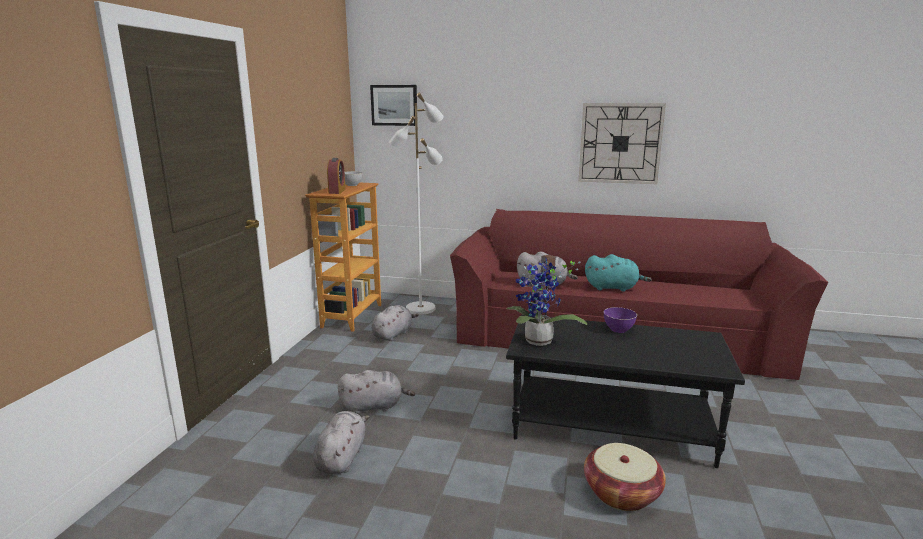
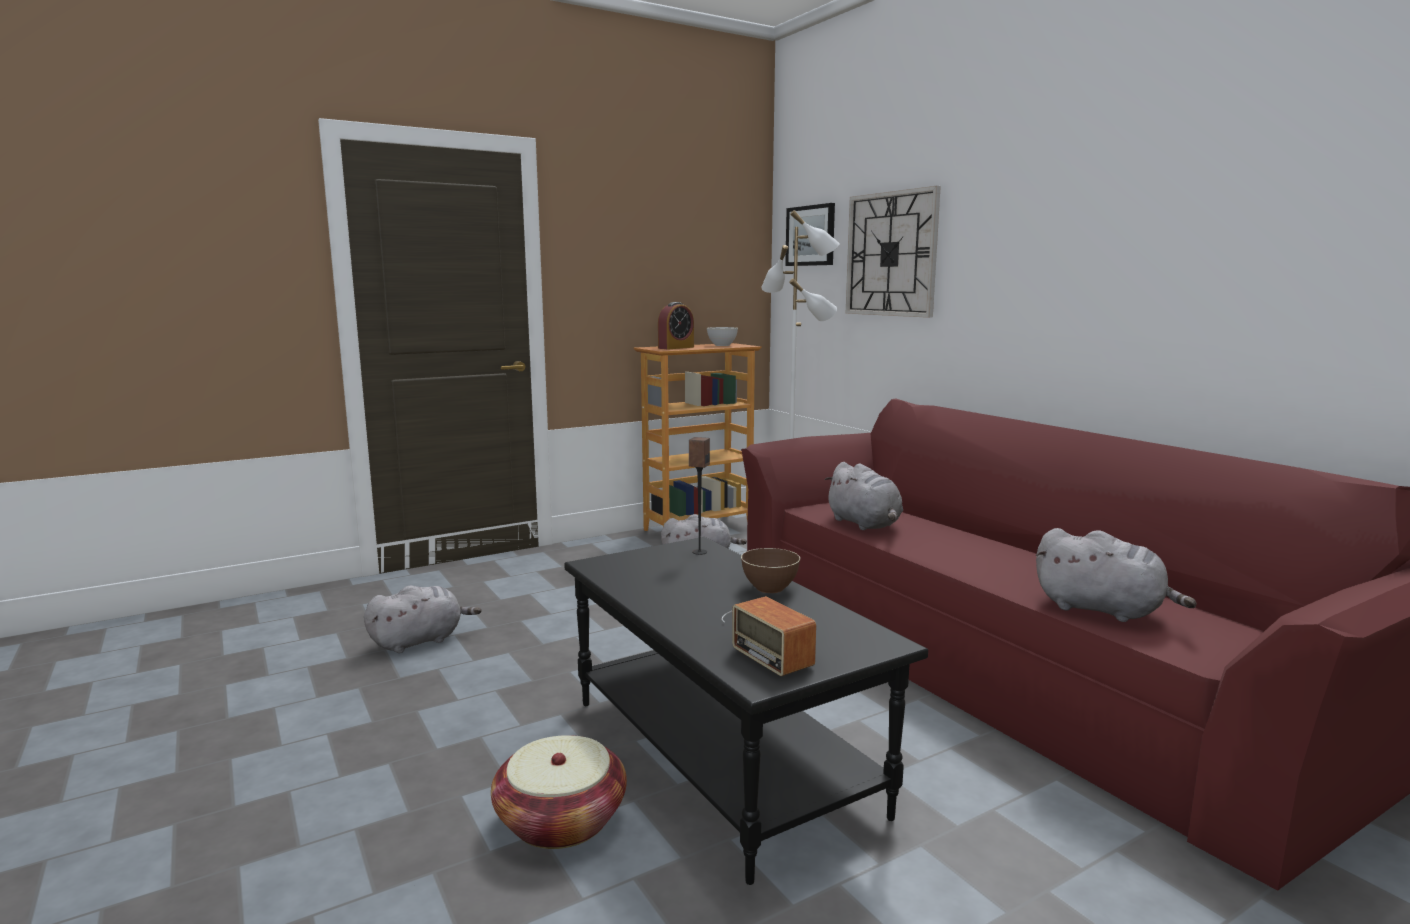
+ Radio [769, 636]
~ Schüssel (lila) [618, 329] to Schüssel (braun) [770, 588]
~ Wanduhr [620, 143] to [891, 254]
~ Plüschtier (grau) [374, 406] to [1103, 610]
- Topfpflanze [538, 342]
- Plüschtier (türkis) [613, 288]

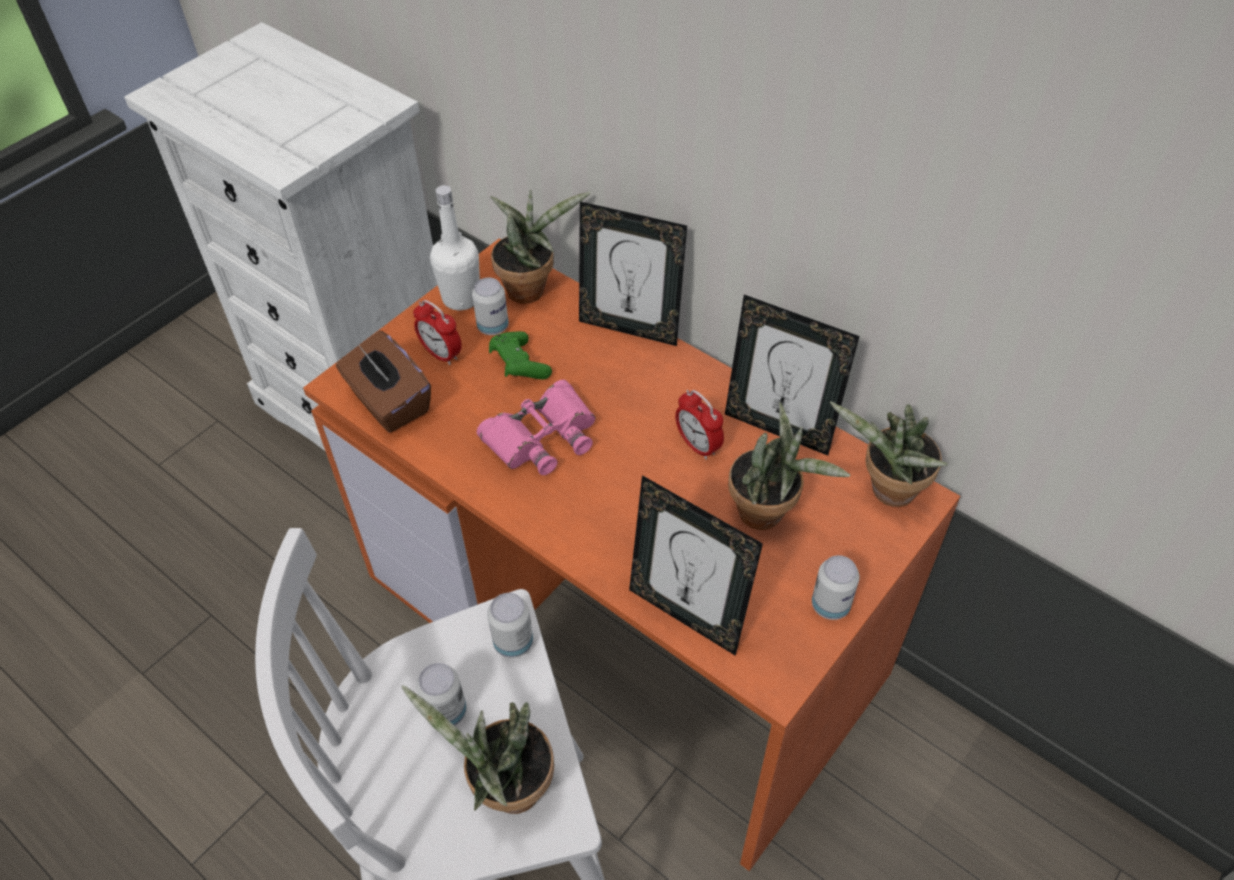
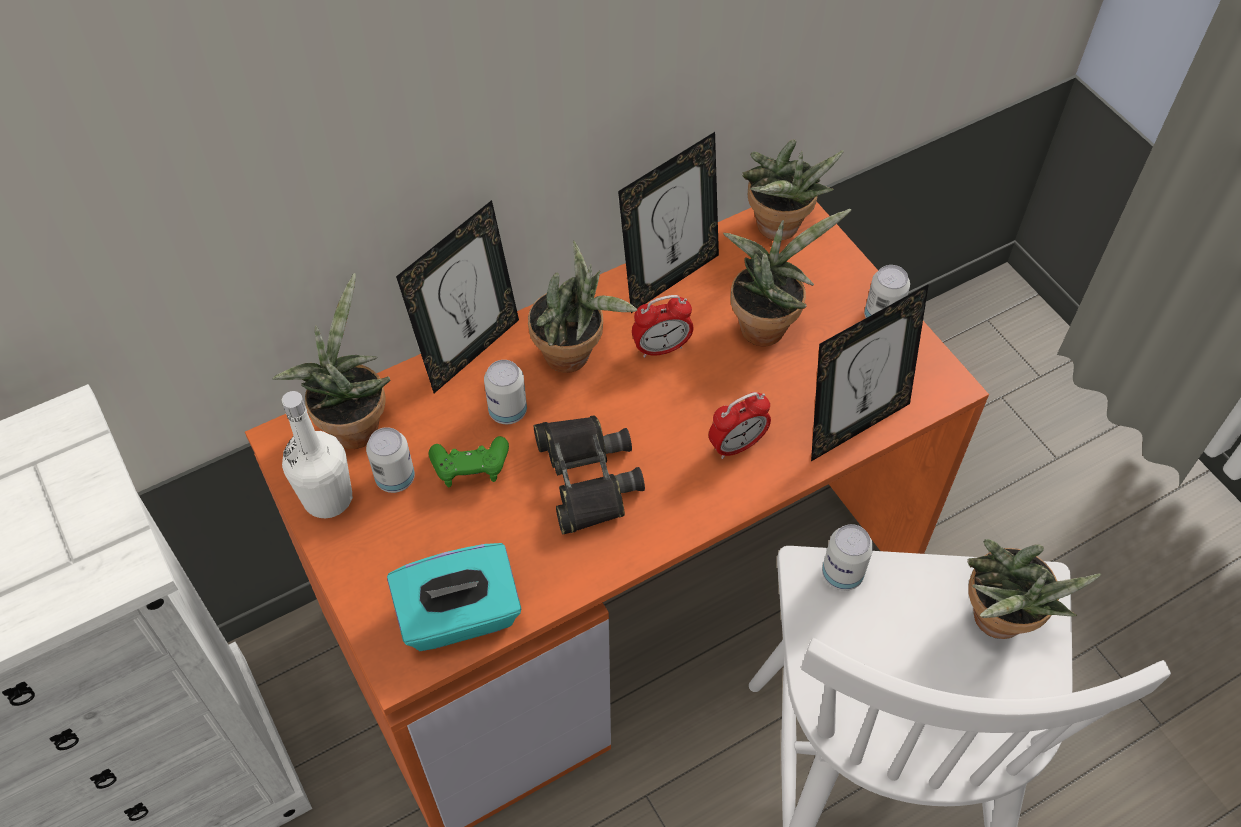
~ Taschentuchbox (braun) [389, 402] to Taschentuchbox (türkis) [460, 616]
~ Dose [446, 712] to [508, 411]
+ Topfpflanze [574, 356]
~ Fernglas (rosa) [542, 436] to Fernglas (schwarz) [586, 477]
~ Wecker [441, 354] to [737, 445]

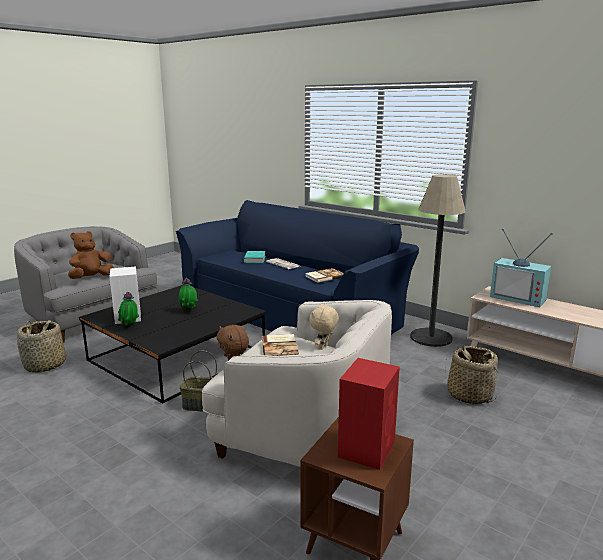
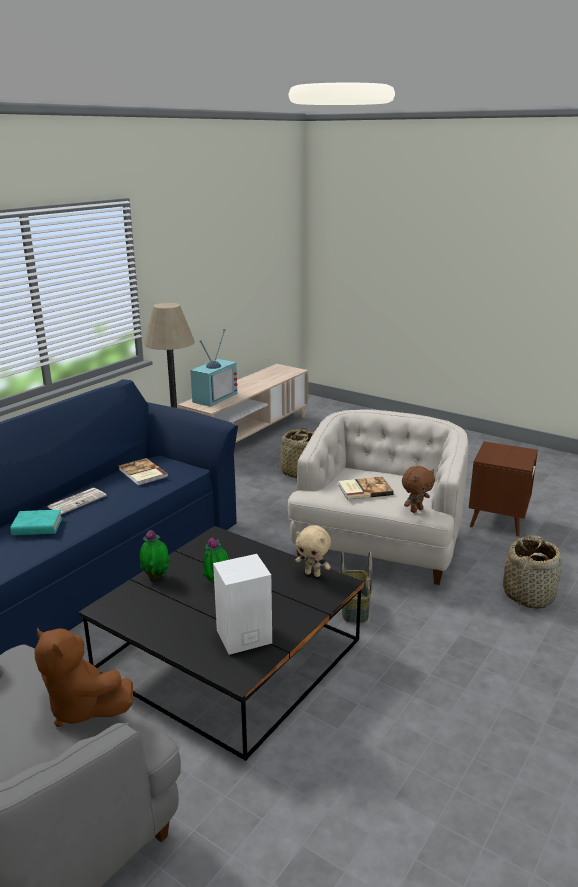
~ Topfpflanze [129, 327] to [156, 576]
~ Plüschtier (beige) [323, 347] to [313, 574]
~ Korb [45, 365] to [529, 594]
- Lautsprecher (rot) [367, 448]

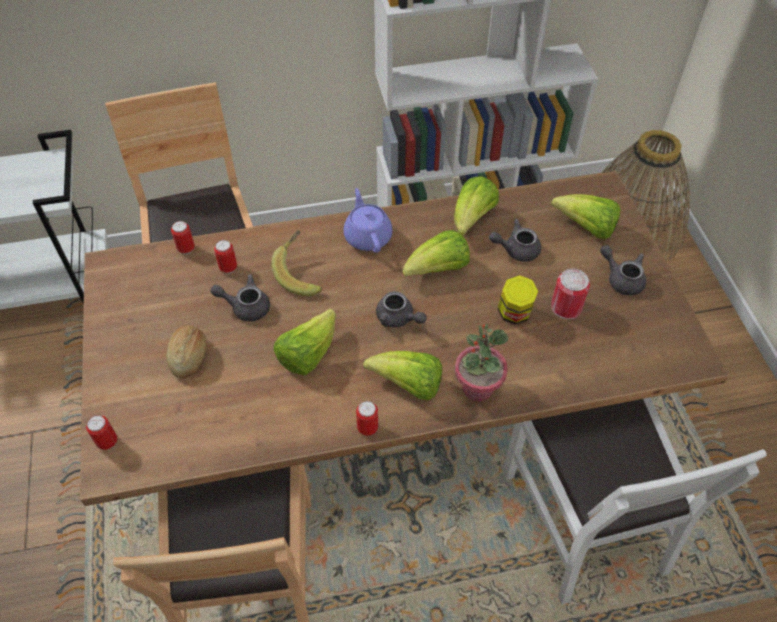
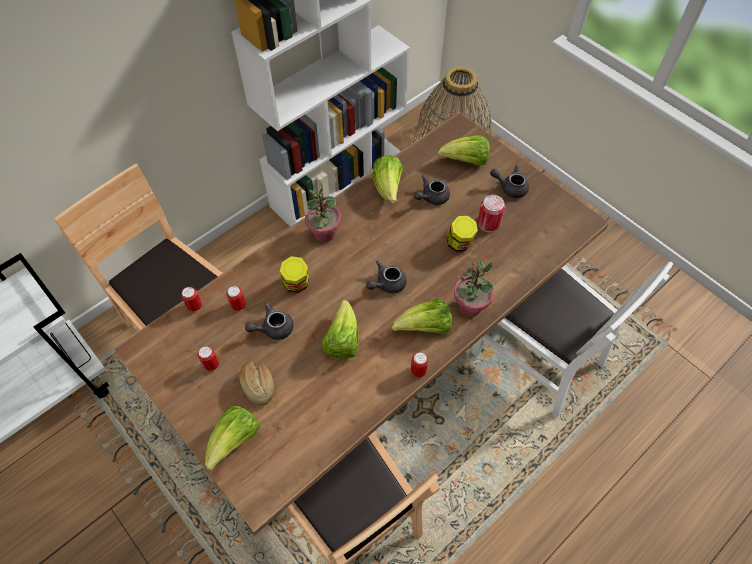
~ Dose [107, 442] to [211, 365]
~ Salatkopf [438, 270] to [235, 440]
~ Banane [301, 274] to Vorratsglas [296, 284]
~ Teekanne (lila) [367, 236] to Topfpflanze [324, 234]
~ Teekanne (grau) [398, 319] = [387, 284] 135 degrees clockwise

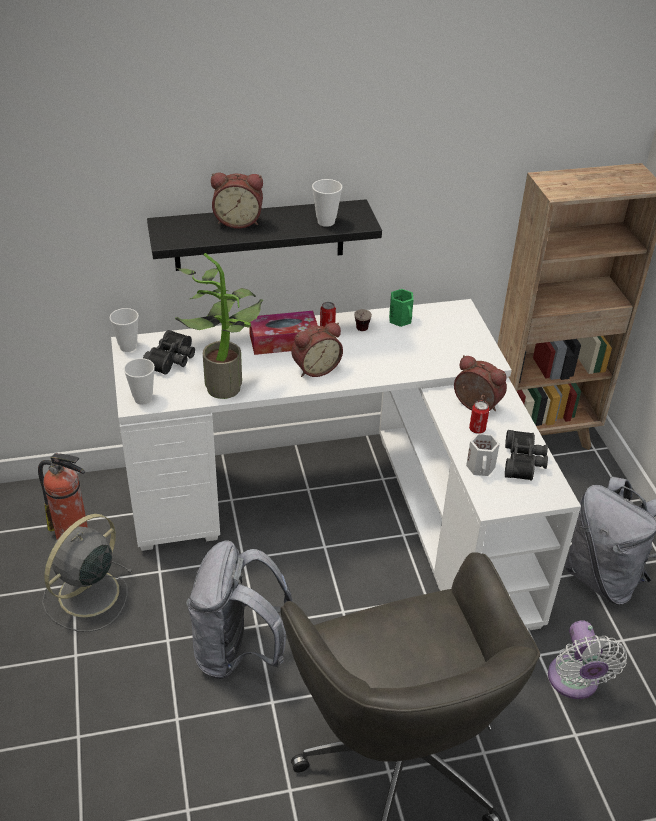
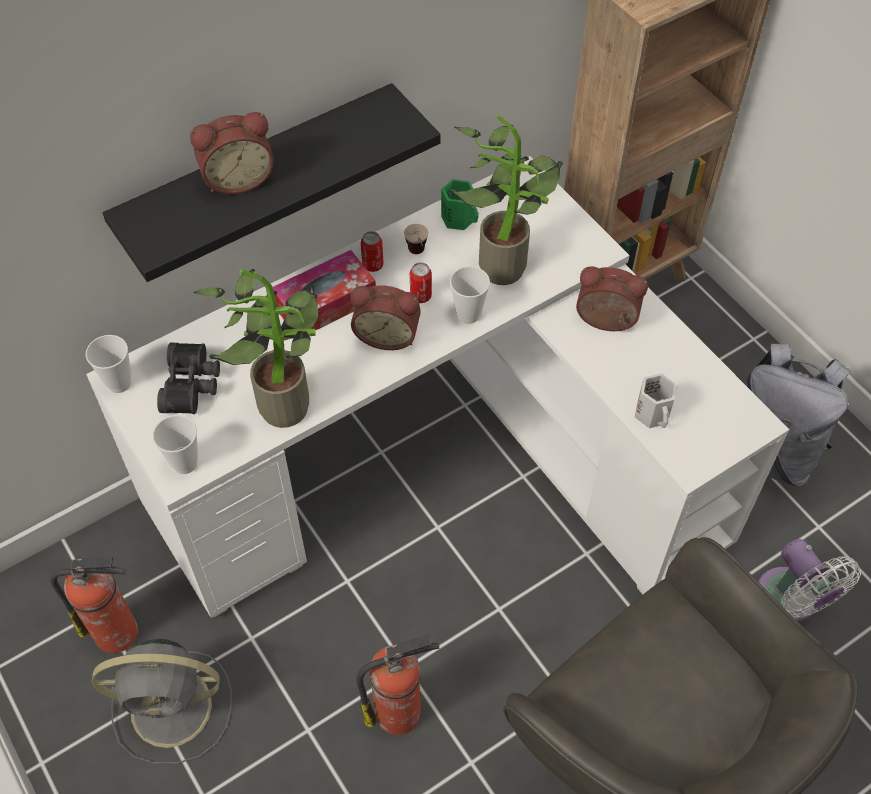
~ Ventilator (grau) [86, 595] = [175, 707] 105 degrees counterclockwise
~ Wecker [315, 368] = [387, 334] 60 degrees clockwise
~ Rucksack (grau) [238, 651] to Feuerlöscher [400, 712]
~ Dose [477, 429] to [421, 296]
+ Topfpflanze [505, 263]
~ Tasse [326, 222] to [468, 314]
- Fernglas (schwarz) [524, 462]

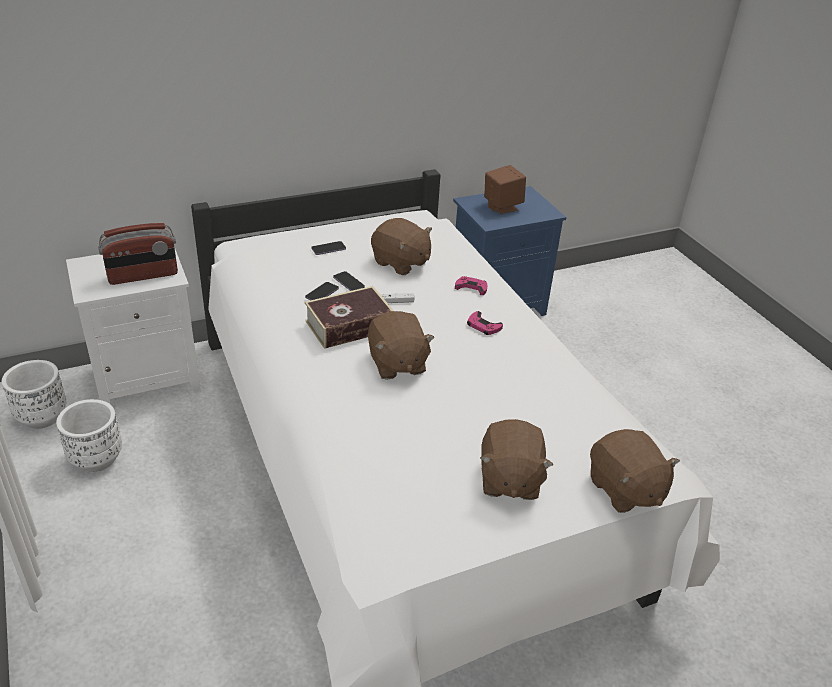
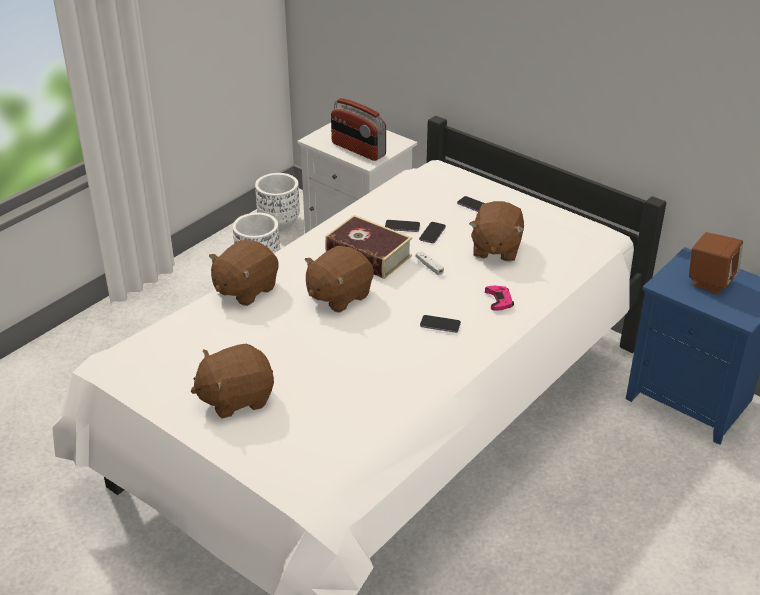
~ Plüschtier (braun) [624, 489] to [245, 289]
~ Gamepad (rosa) [483, 326] to Handy [440, 325]

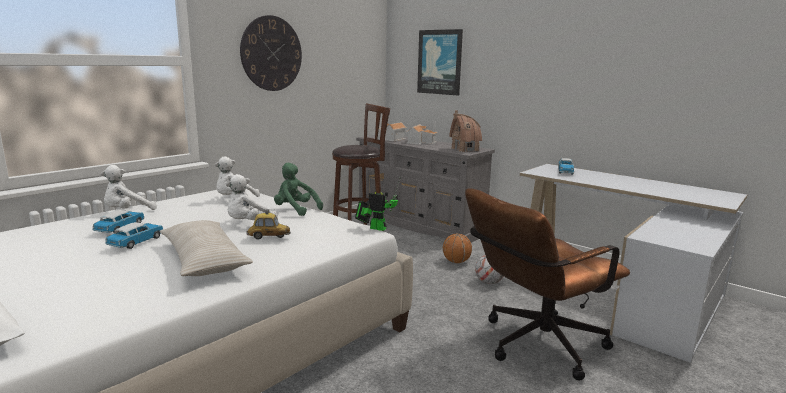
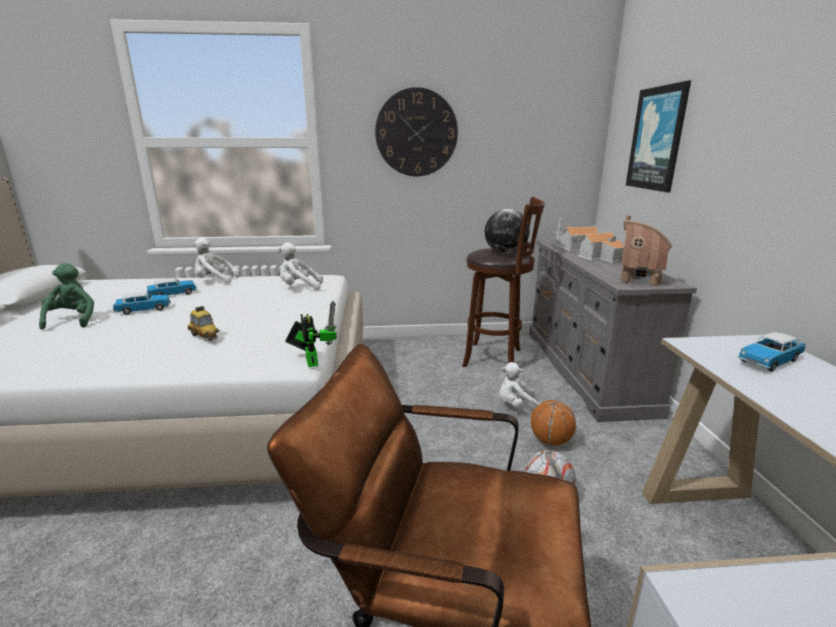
~ Plüschtier (grün) [295, 210] to [73, 320]
+ Globus [505, 253]
~ Plüschtier (weiß) [248, 223] to [517, 406]
- Kissen (beige) [204, 260]

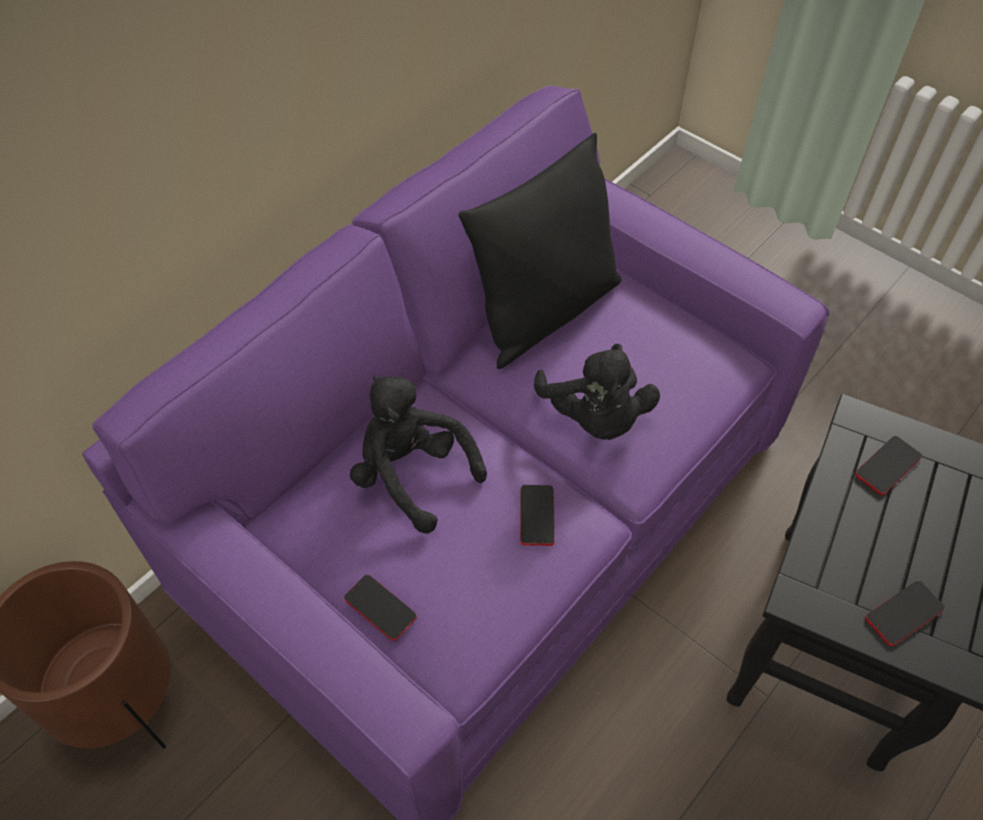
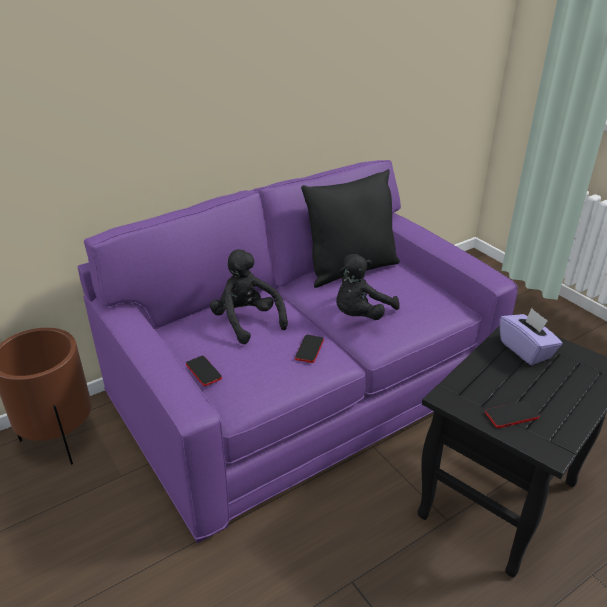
~ Plüschtier (schwarz) [595, 417] = [361, 315] 45 degrees clockwise
~ Handy [887, 466] to Taschentuchbox (lila) [526, 350]

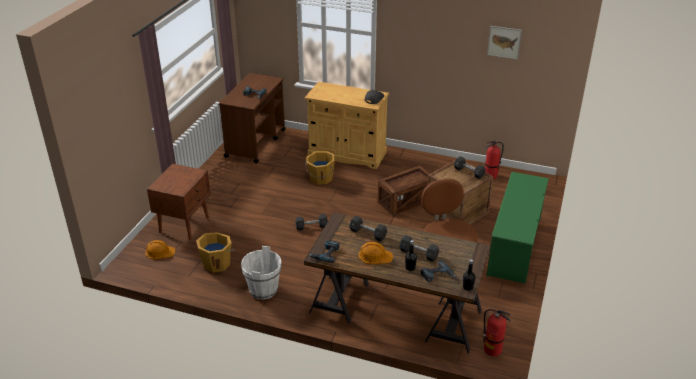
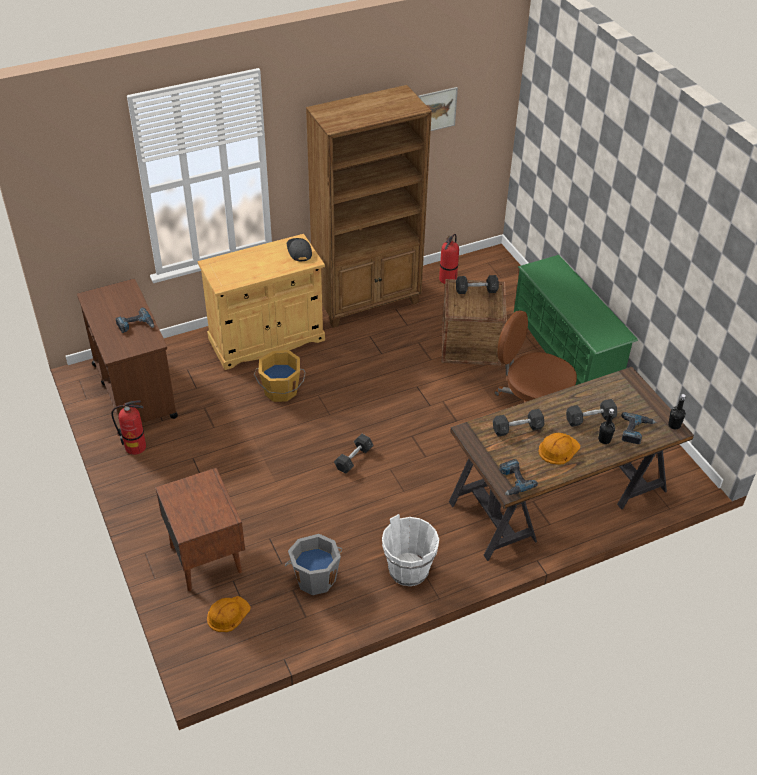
~ Feuerlöscher [492, 350] to [135, 447]
~ Eimer (orange) [217, 263] to Eimer (grau) [315, 577]
+ Bücherregal (braun) [367, 301]
- Kiste [406, 201]

